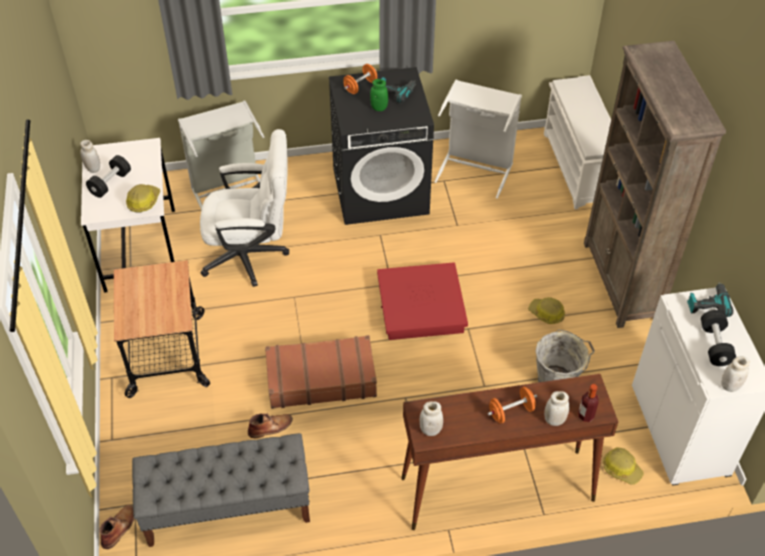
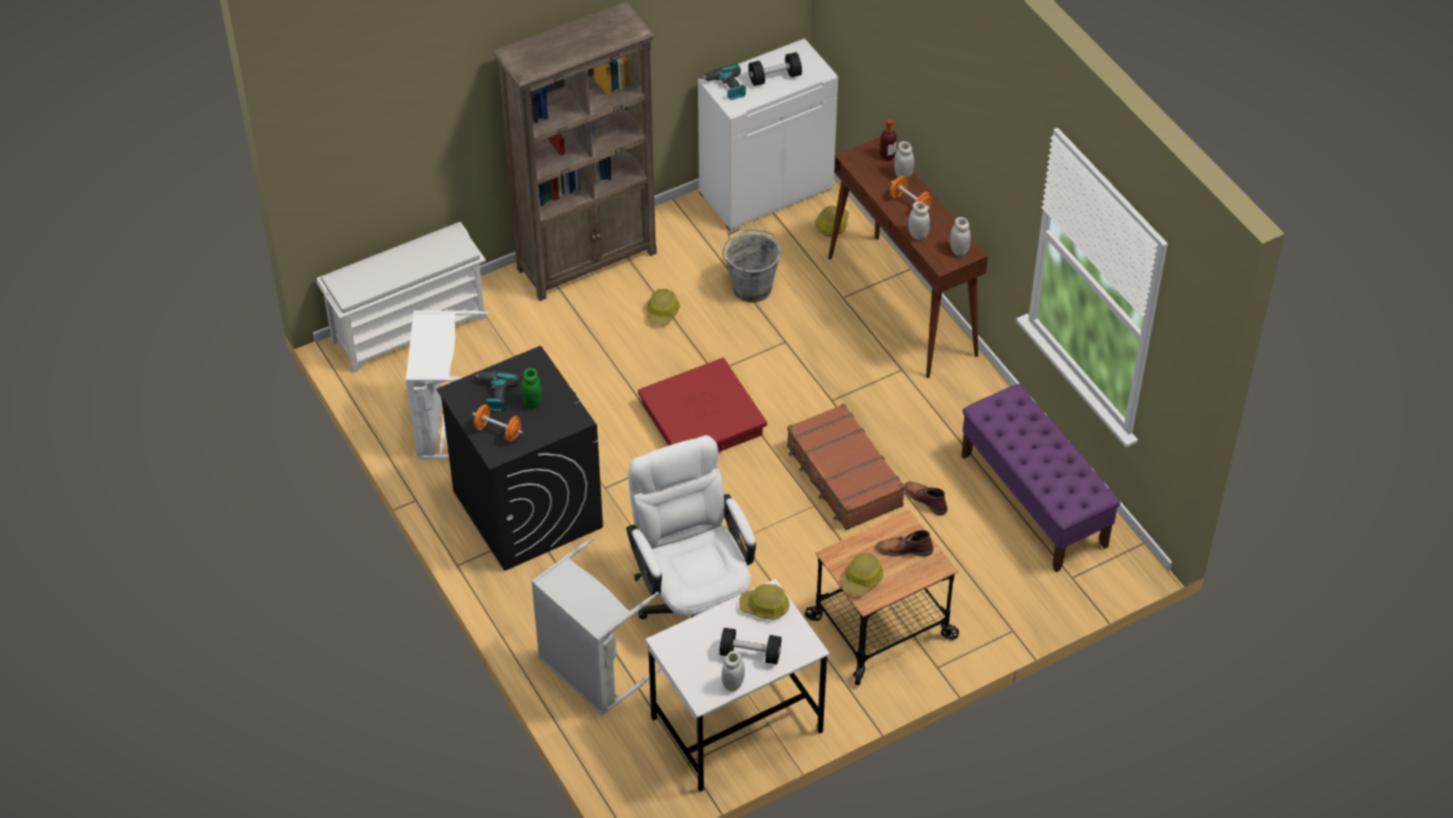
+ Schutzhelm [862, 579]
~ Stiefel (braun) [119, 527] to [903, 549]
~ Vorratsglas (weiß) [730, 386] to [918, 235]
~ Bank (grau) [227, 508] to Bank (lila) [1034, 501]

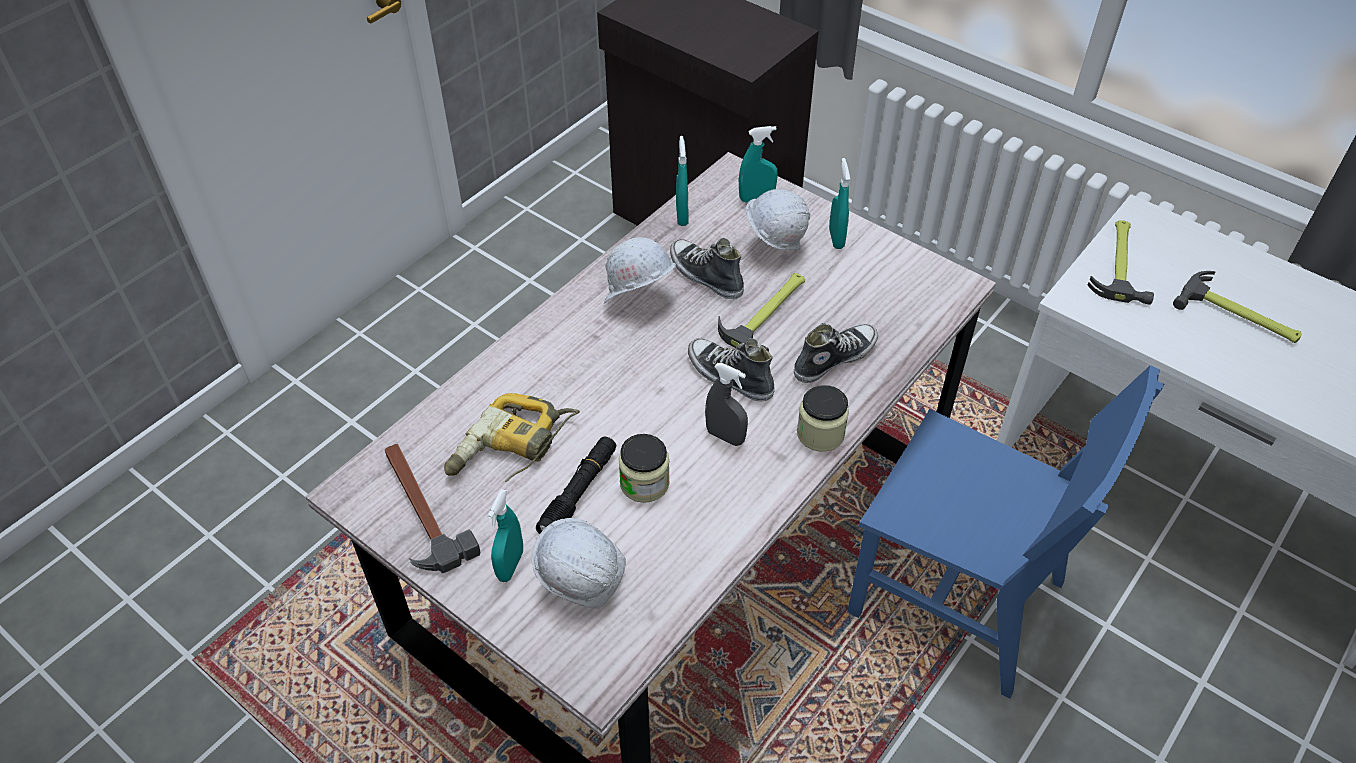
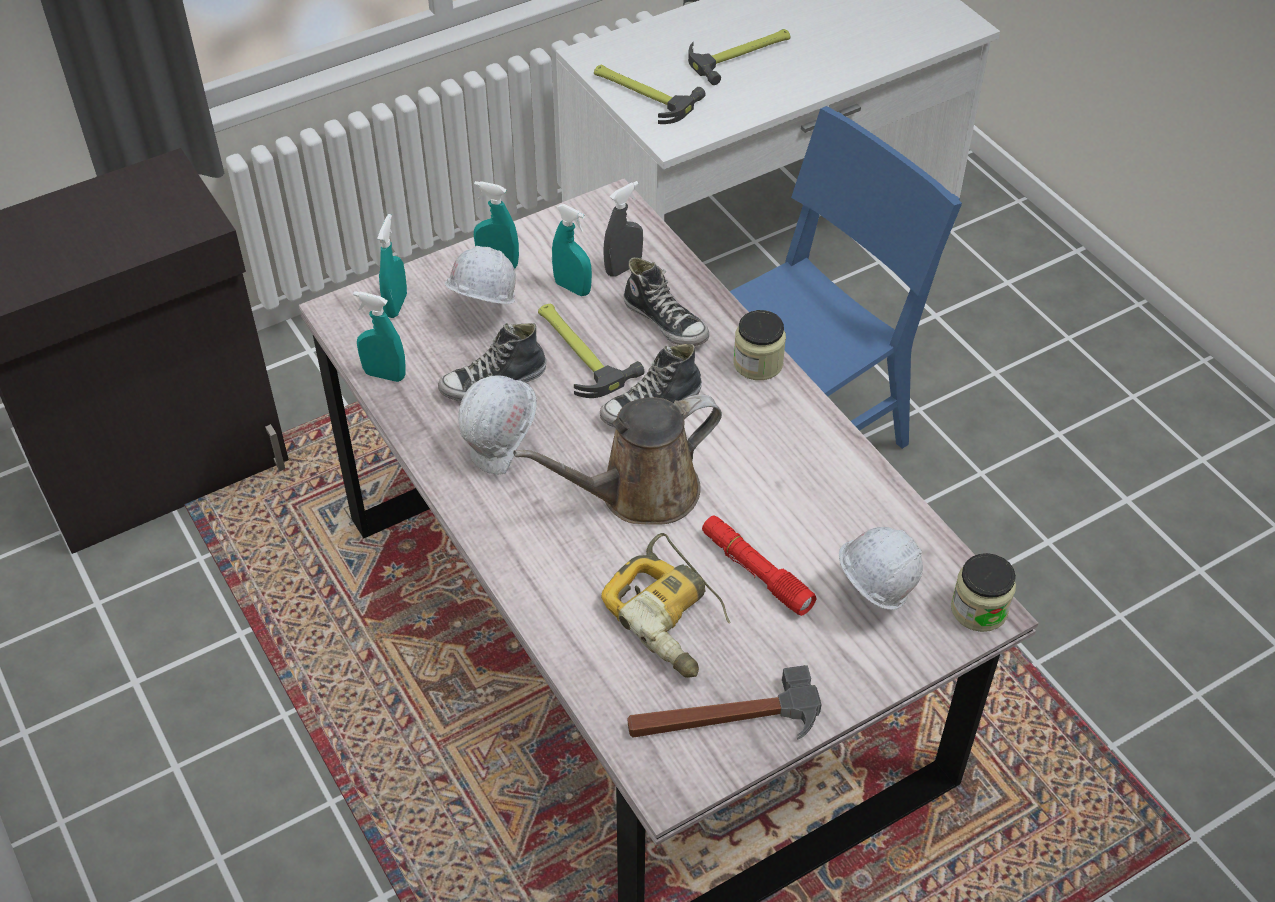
+ Gießkanne (braun) [639, 493]
~ Sprühflasche (türkis) [510, 565] to [572, 288]
~ Sprühflasche (grau) [725, 436] to [623, 268]
~ Schuh [834, 358] = [666, 322] 150 degrees clockwise
~ Taschenlampe (schwarz) [579, 493] to Taschenlampe (rot) [756, 571]
~ Vorratsglas [644, 483] to [979, 609]

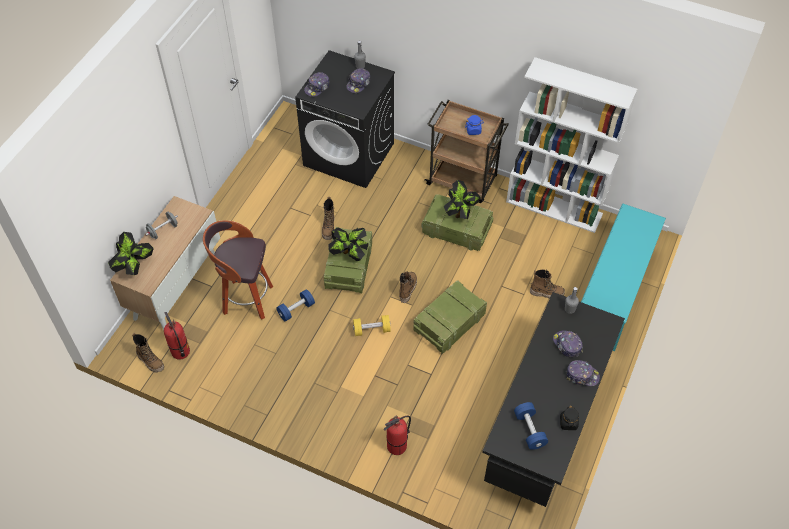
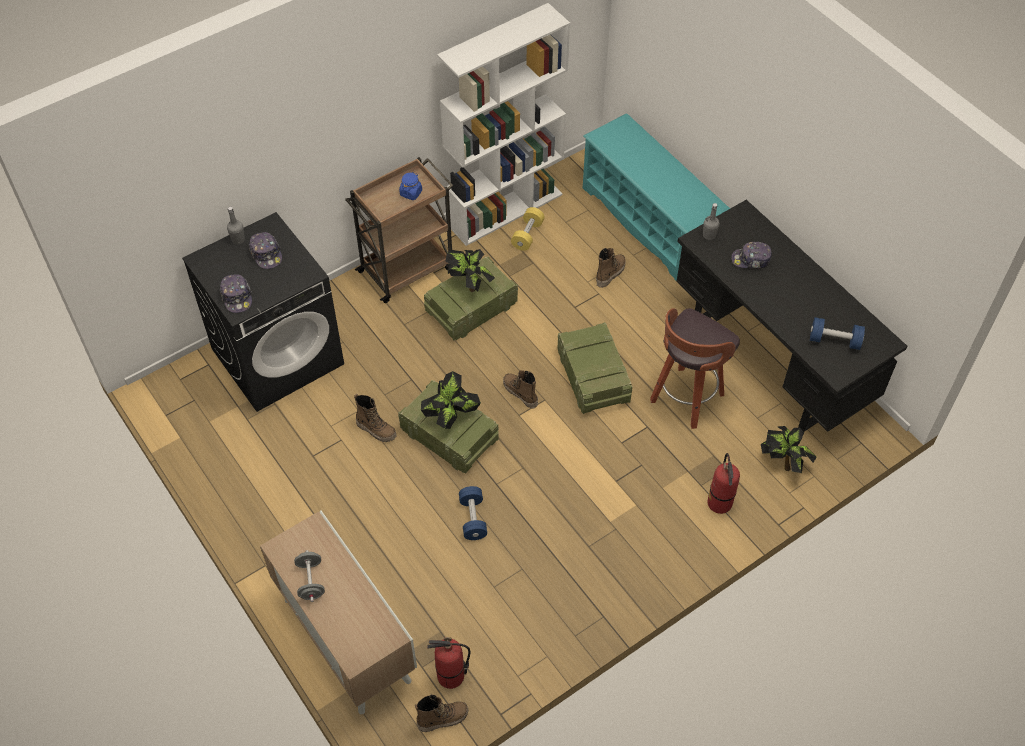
~ Hantel (gelb) [371, 330] to [527, 235]
~ Hocker [246, 299] to [685, 399]
~ Topfpflanze [134, 267] to [783, 462]
- Vorratsglas (schwarz) [568, 423]
- Kappe [582, 375]

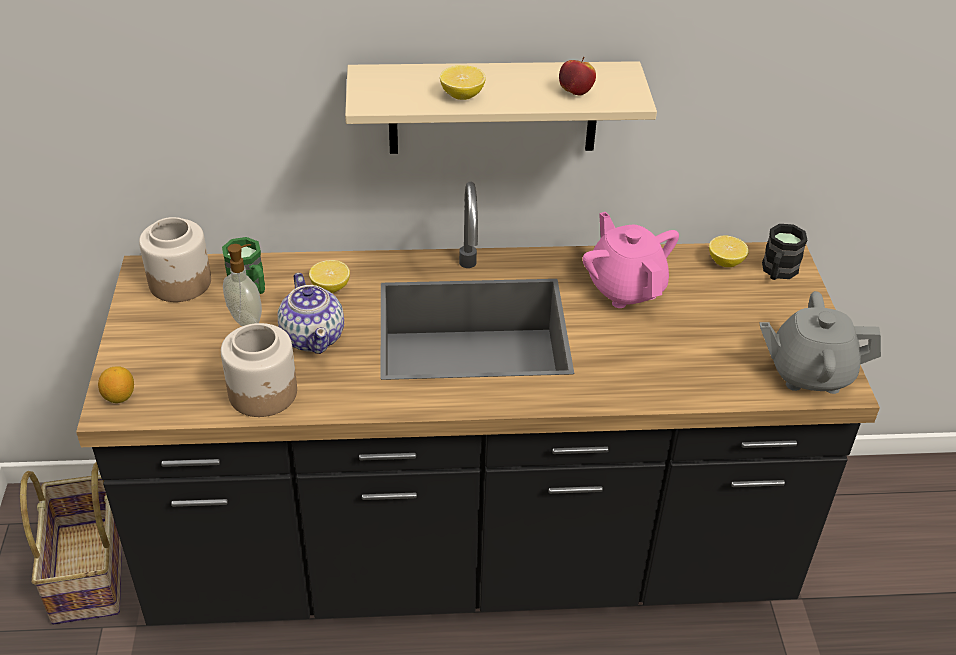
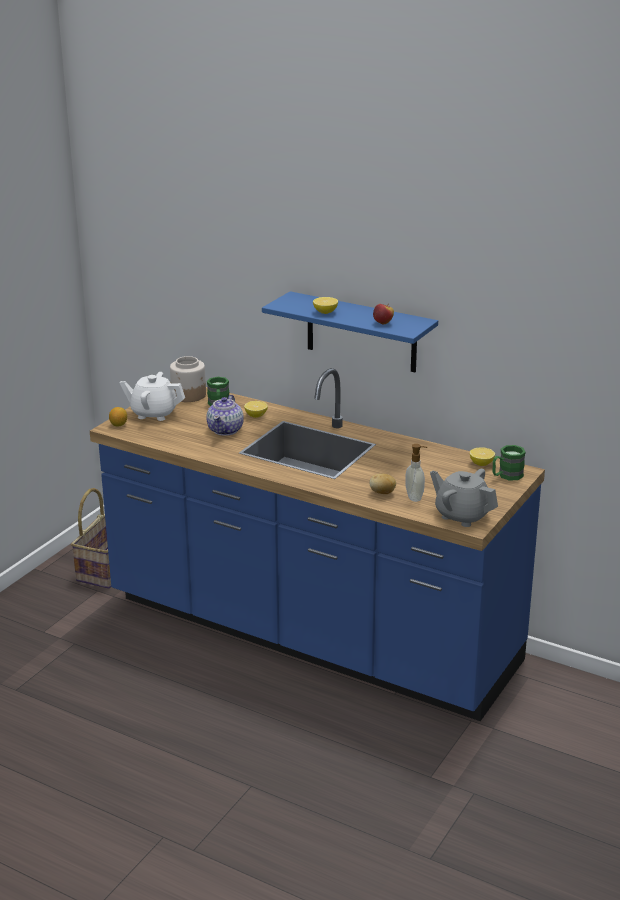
~ Küchenzeile (schwarz) [471, 556] to Küchenzeile (blau) [310, 634]
+ Teekanne (weiß) [154, 413]
~ Wandregal (beige) [493, 107] to Wandregal (blau) [361, 332]
+ Kartoffel [382, 493]
~ Seifenspender [247, 319] to [415, 497]
~ Henkelbecher (schwarz) [777, 272] to Henkelbecher (grün) [506, 476]
- Vorratsglas [263, 393]
- Teekanne (rosa) [625, 288]

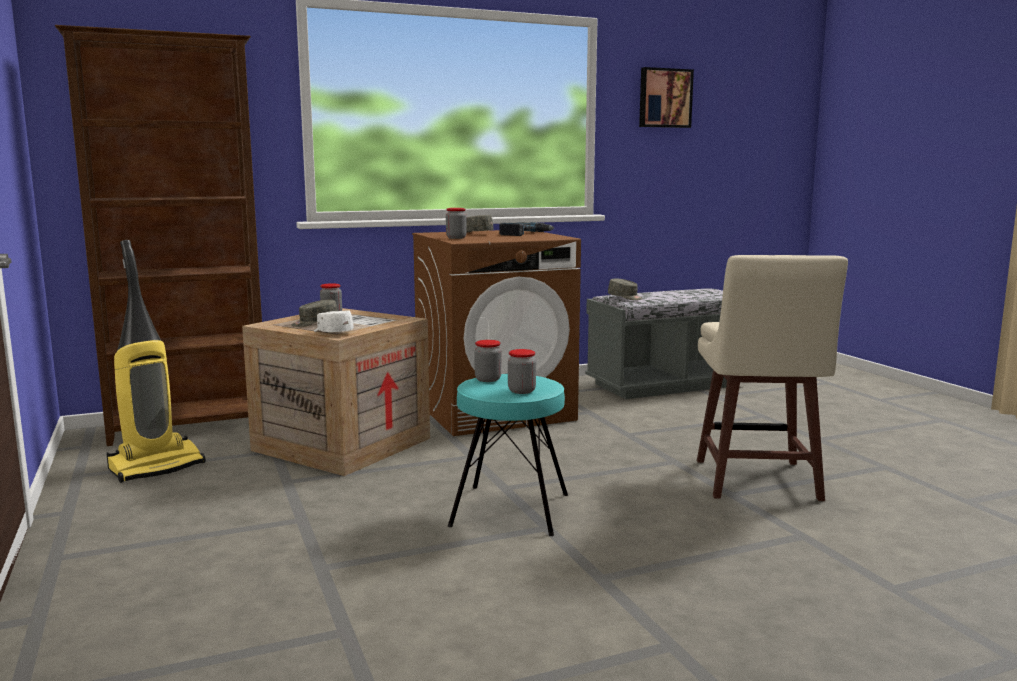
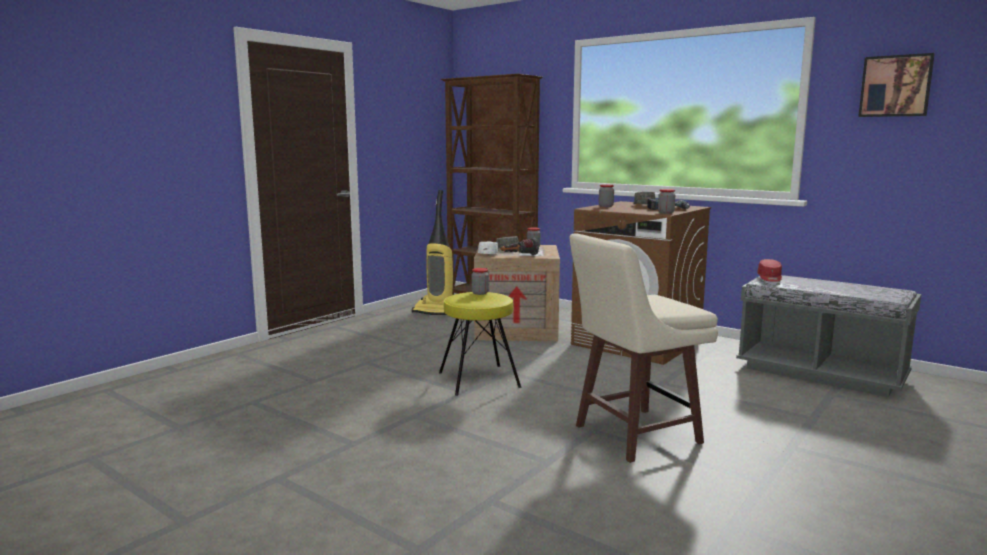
~ Hocker (türkis) [509, 510] to Hocker (gelb) [478, 379]
+ Taschenlampe [519, 256]
~ Vorratsglas [521, 391] to [666, 213]
~ Kappe (grau) [625, 297] to Kappe (rot) [769, 278]

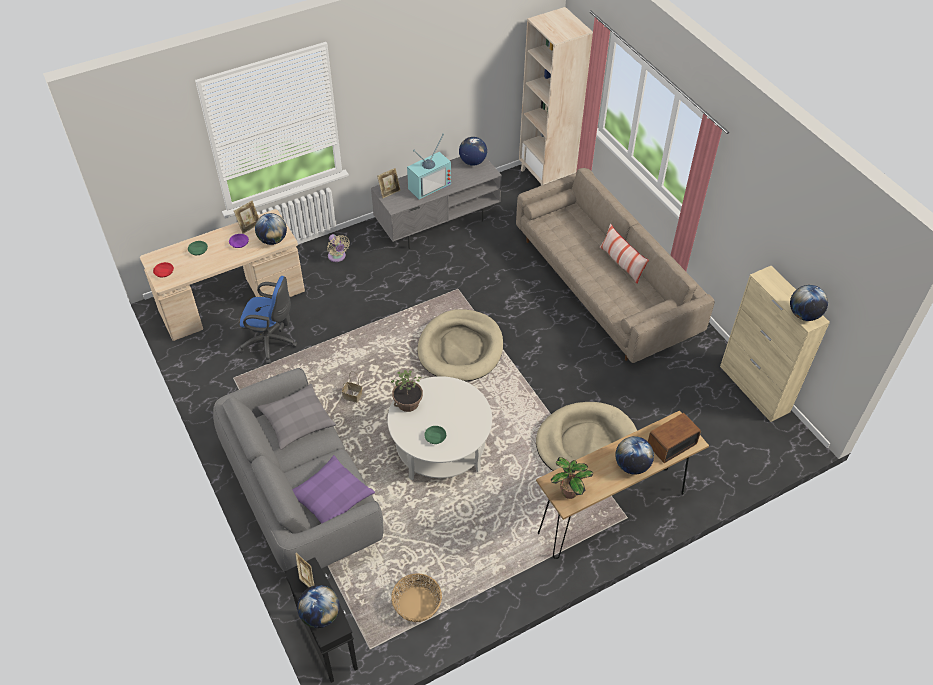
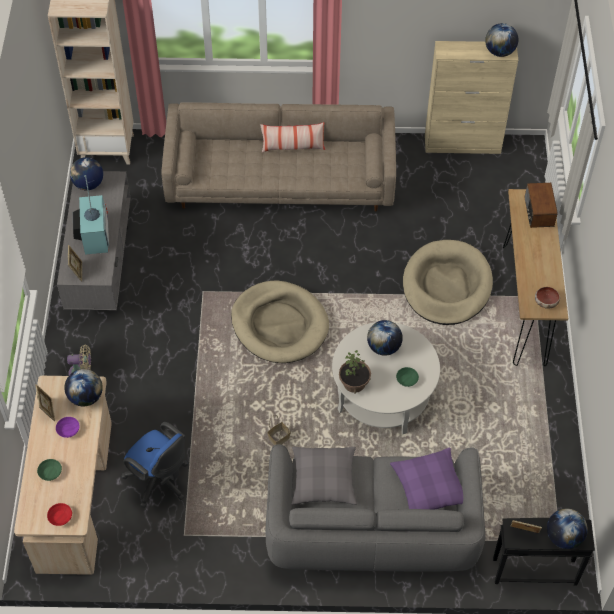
~ Bürostuhl (blau) [271, 343] = [160, 481] 90 degrees clockwise
~ Globus [632, 465] to [384, 347]
~ Topfpflanze [568, 492] to Schüssel [545, 302]
- Korb [416, 604]

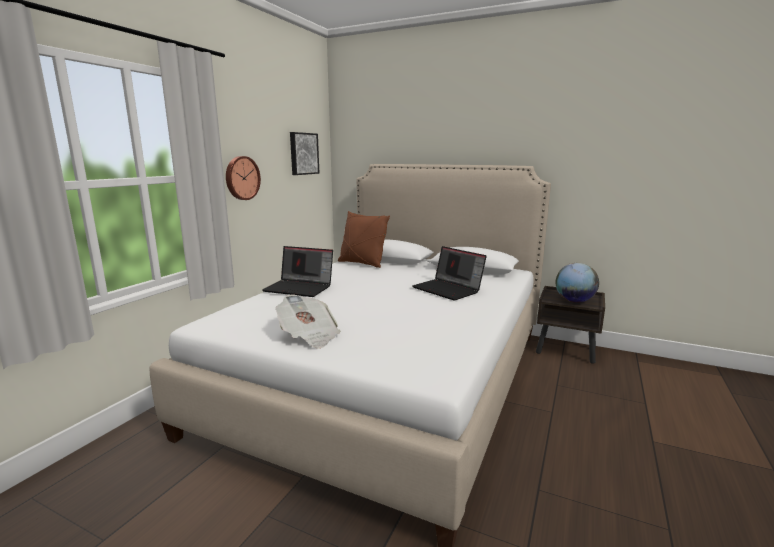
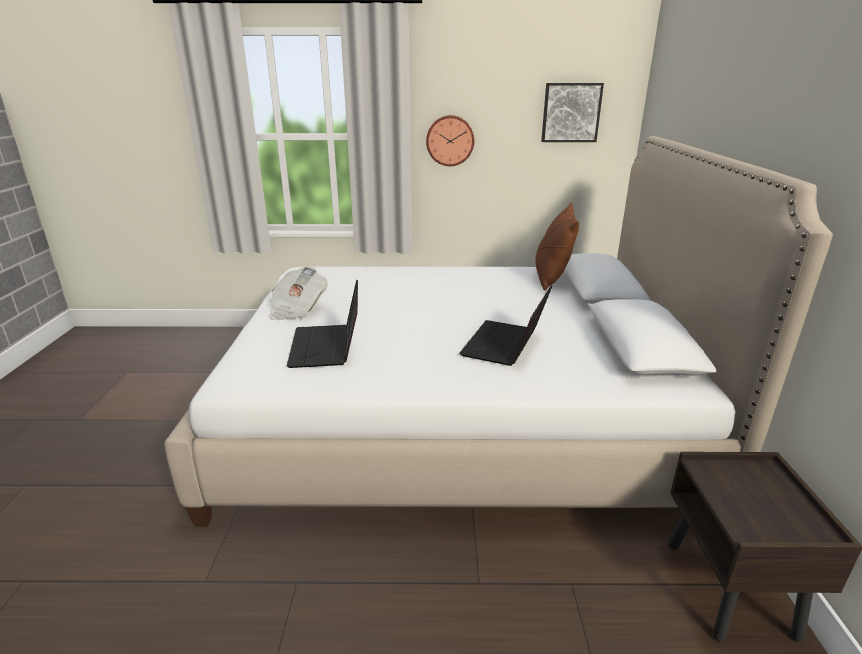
~ Laptop [300, 288] to [327, 347]
- Globus [574, 301]

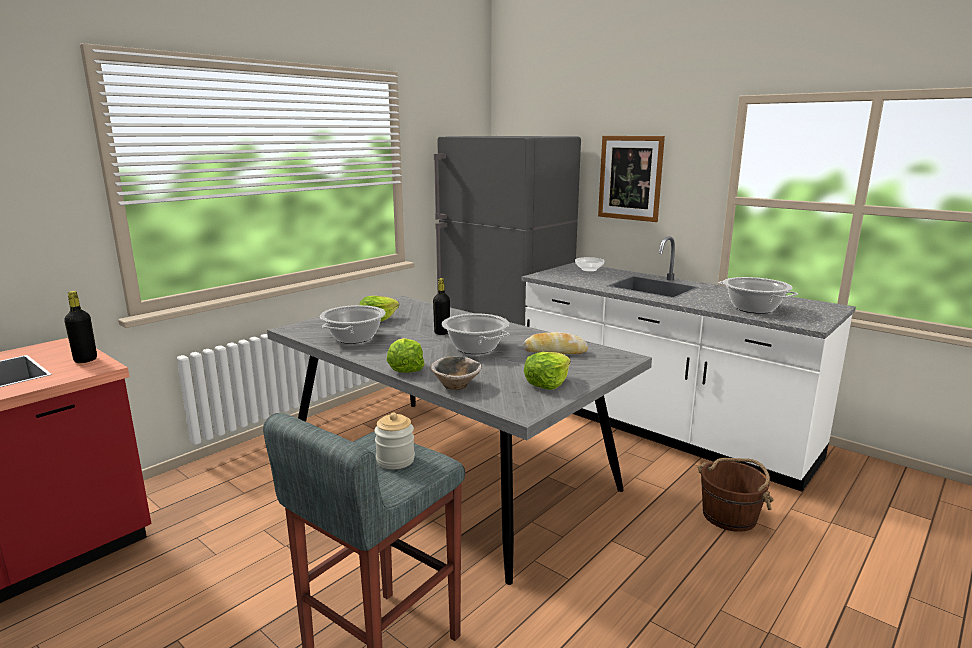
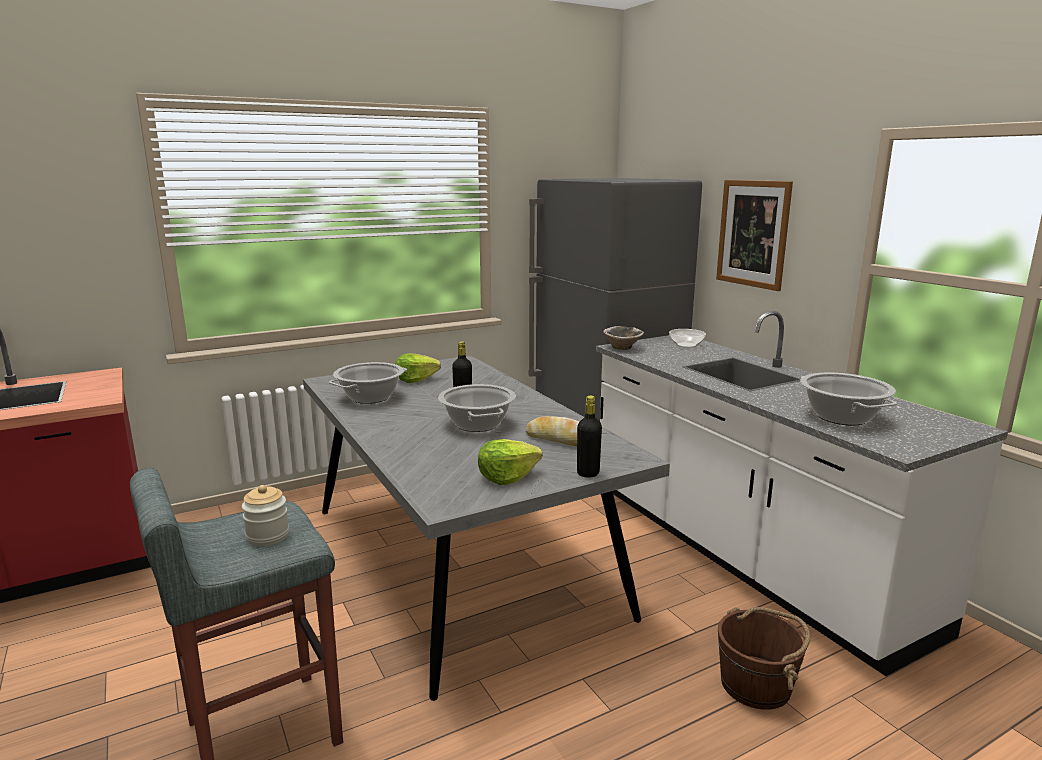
~ Flasche (schwarz) [85, 360] to [588, 473]
~ Schüssel [456, 386] to [622, 348]
- Salatkopf [405, 368]

